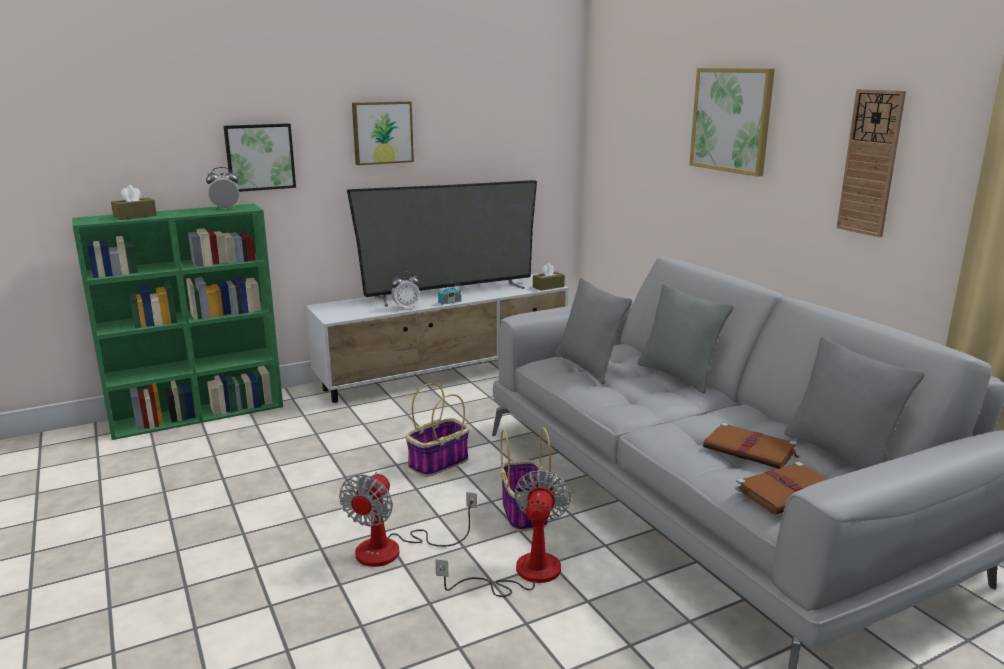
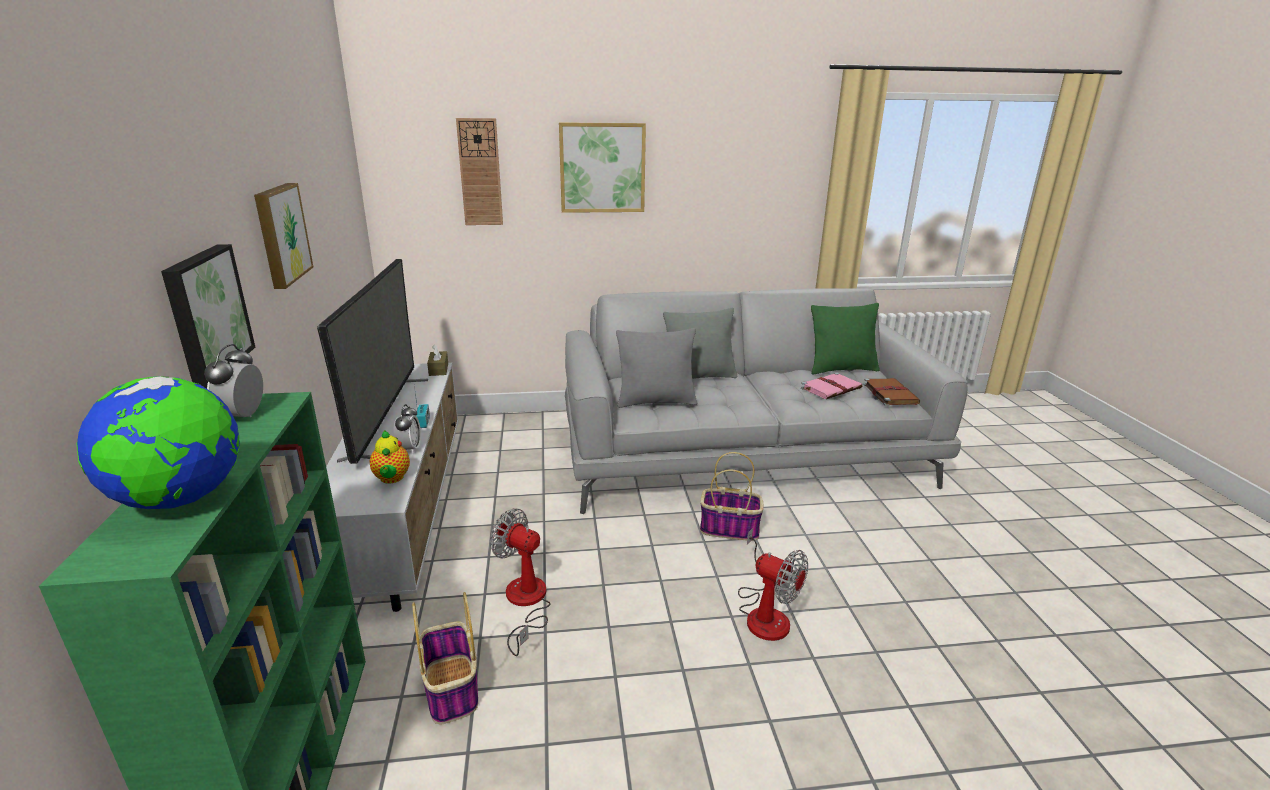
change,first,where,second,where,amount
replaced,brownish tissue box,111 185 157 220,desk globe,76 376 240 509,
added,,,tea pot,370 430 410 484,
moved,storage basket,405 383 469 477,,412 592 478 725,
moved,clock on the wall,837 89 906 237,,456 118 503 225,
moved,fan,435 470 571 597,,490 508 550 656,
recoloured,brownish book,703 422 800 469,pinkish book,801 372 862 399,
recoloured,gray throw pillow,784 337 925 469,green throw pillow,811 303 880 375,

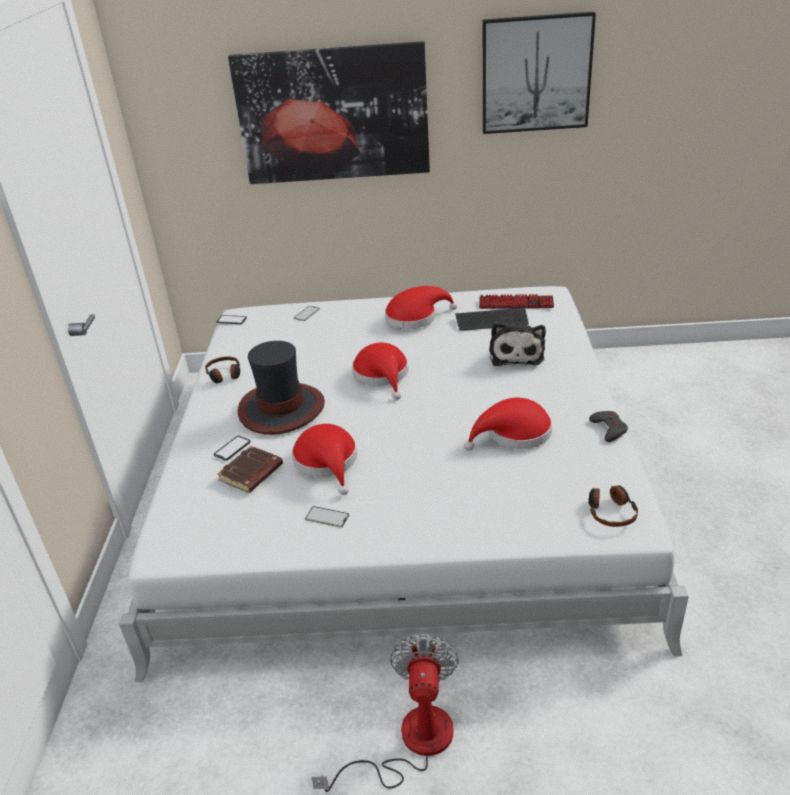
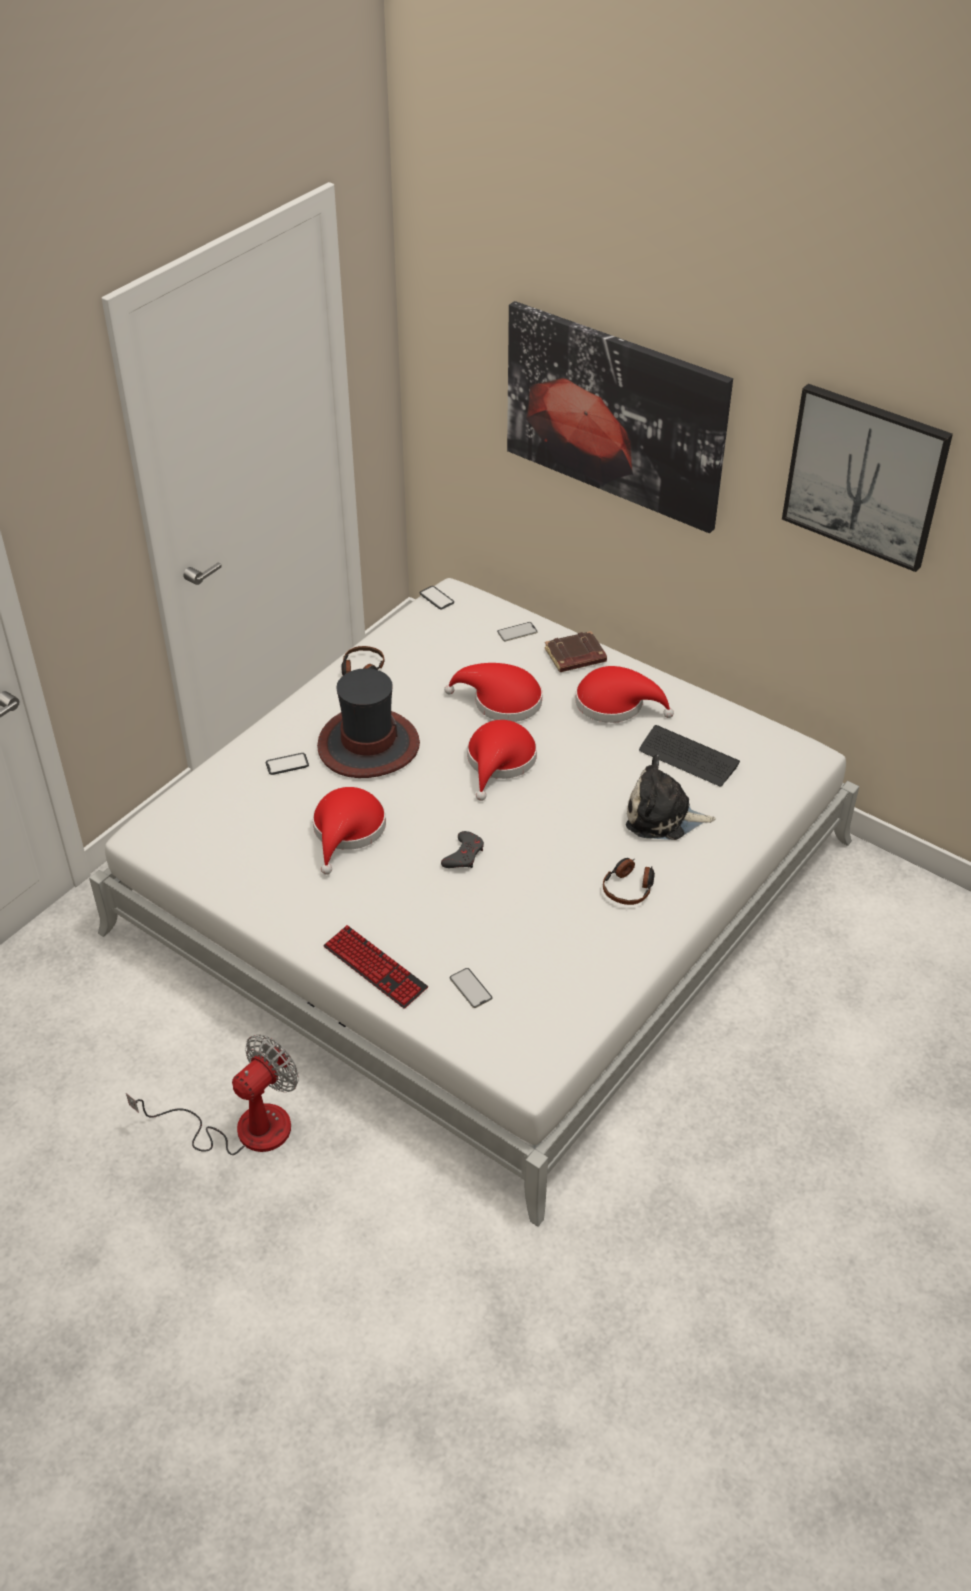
change,first,where,second,where,amount
moved,keyboard,479 294 554 309,,323 925 428 1009,
moved,gray gamepad,589 411 628 442,,441 831 484 868,
moved,red clothing hat,464 398 552 450,,444 663 543 722,
moved,telephone,305 506 349 528,,450 968 492 1008,
moved,brownish book,217 446 283 493,,545 631 607 672,
moved,headset,589 485 638 527,,603 858 655 905,
turned,cuddly toy,489 322 546 366,,626 755 715 840,60 degrees clockwise

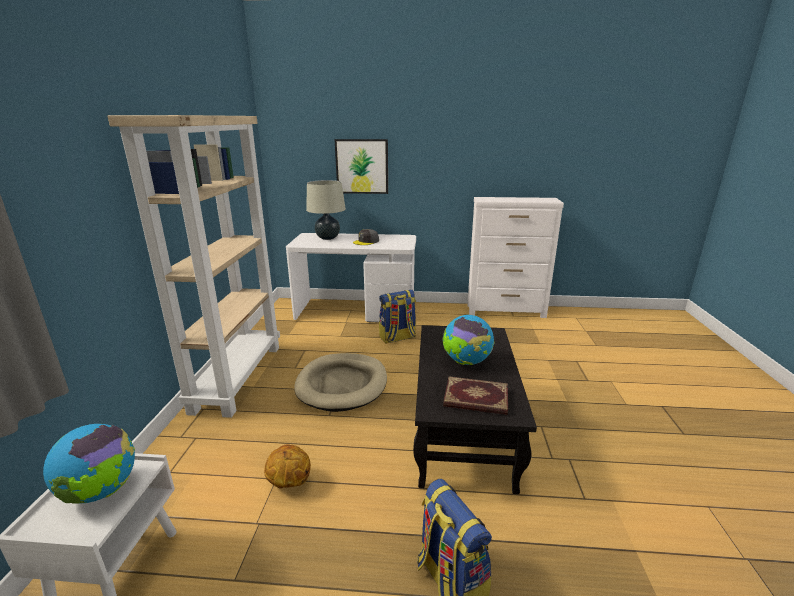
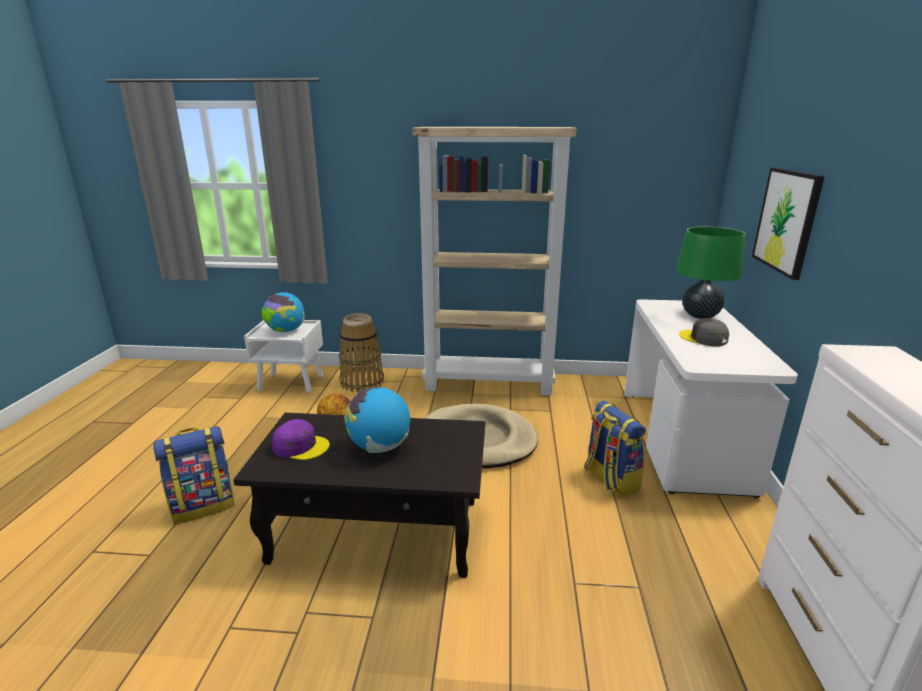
change,first,where,second,where,amount
replaced,book,443 376 508 415,purple peaked cap,272 419 330 460,
added,,,storage basket,339 313 384 393,
recoloured,sand-coloured tabletop lamp,306 180 346 240,green tabletop lamp,676 227 745 319,

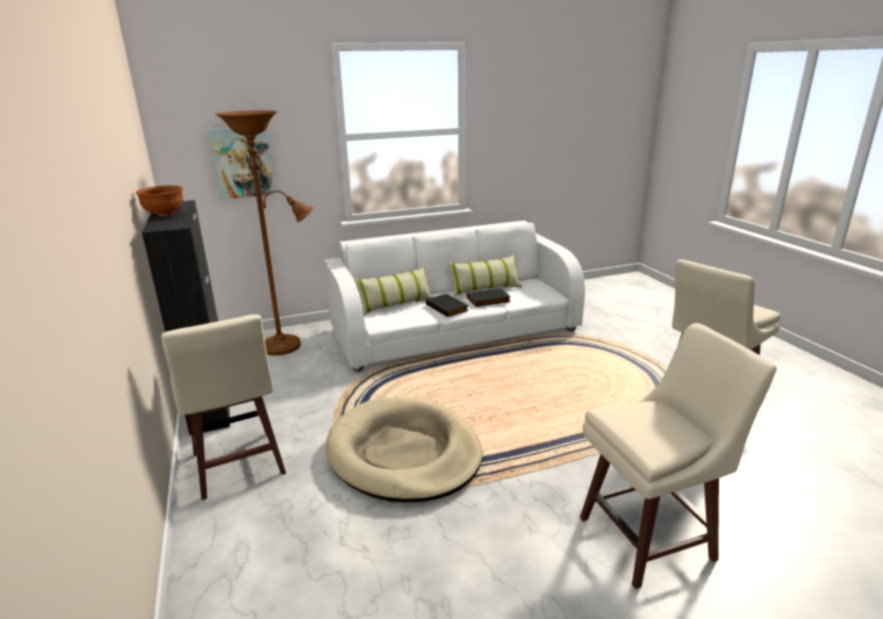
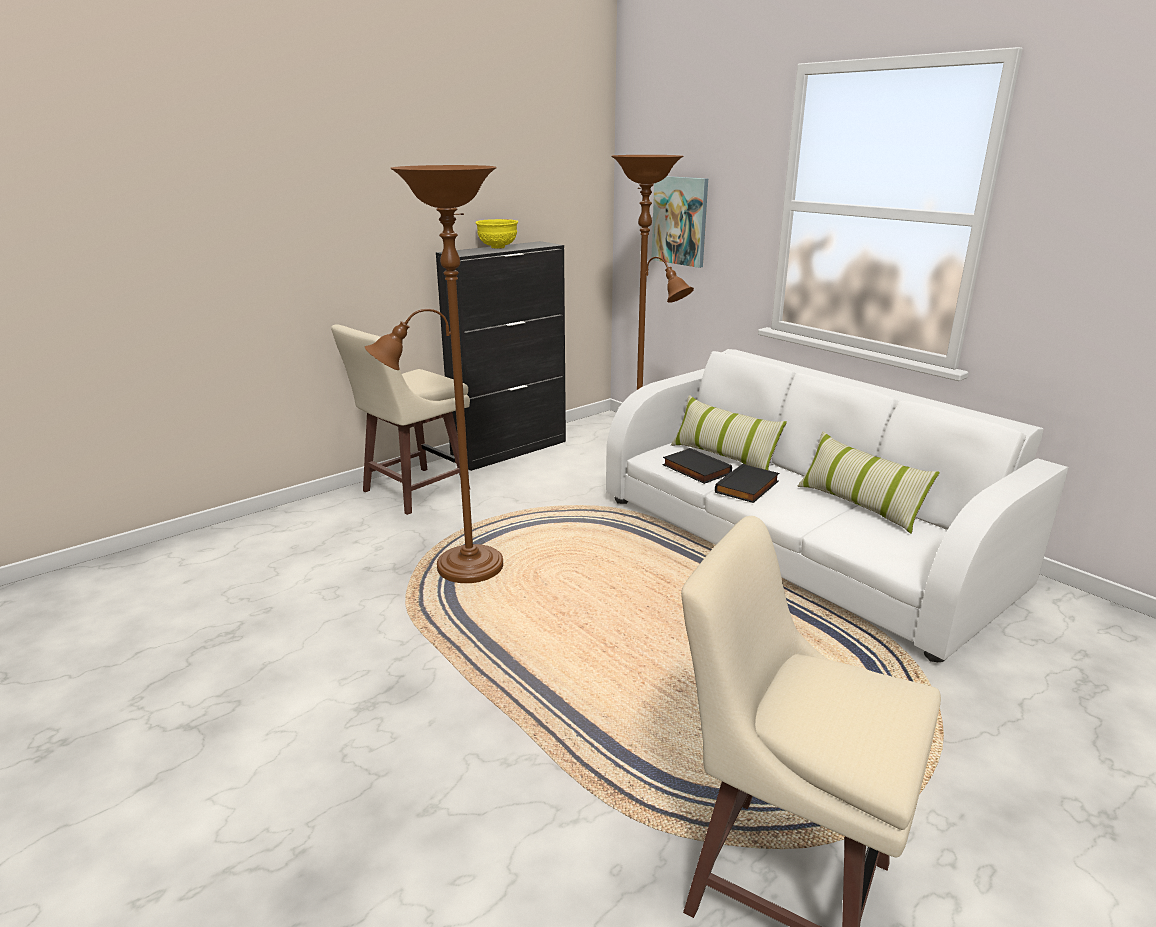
change,first,where,second,where,amount
replaced,sand-coloured dog bed,325 397 483 502,brownish floor lamp,365 165 503 583,
recoloured,brownish serving bowl,136 185 183 217,yellow serving bowl,475 219 518 249,
moved,black book,467 288 511 307,,663 448 732 484,
removed,sand-coloured sitting stool,580 323 777 589,,,

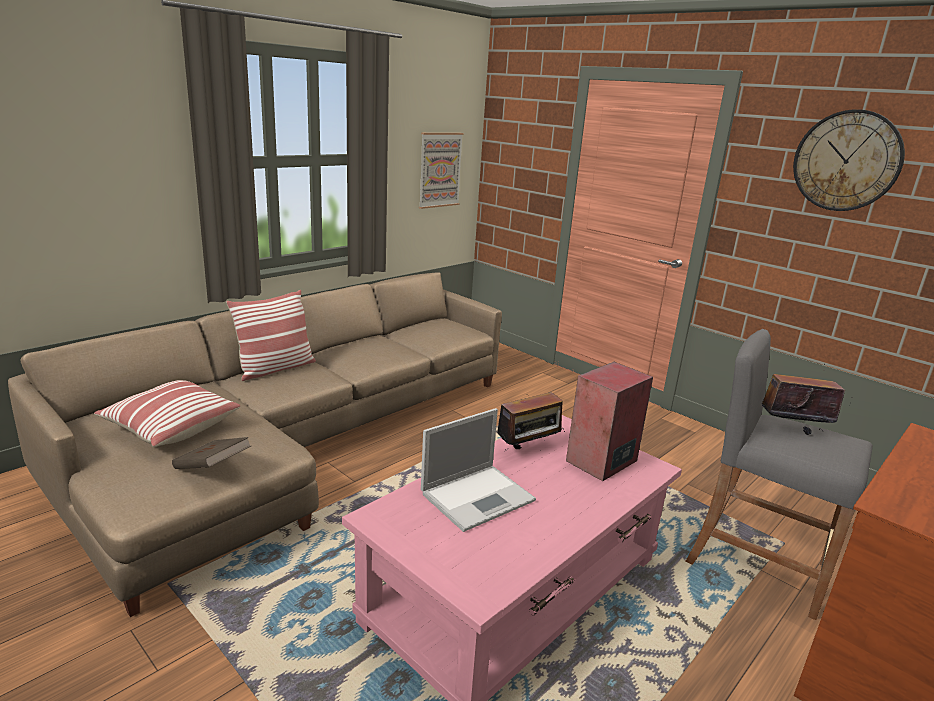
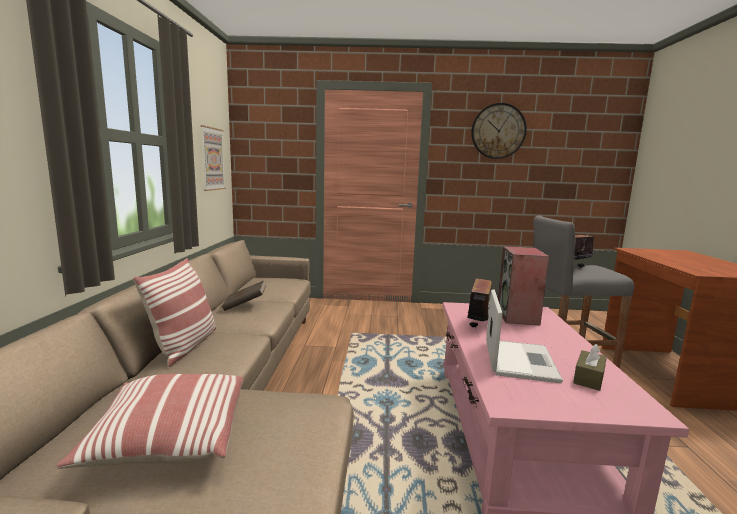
change,first,where,second,where,amount
moved,brownish book,172 437 251 469,,222 280 266 311,
added,,,brownish tissue box,573 344 607 391,

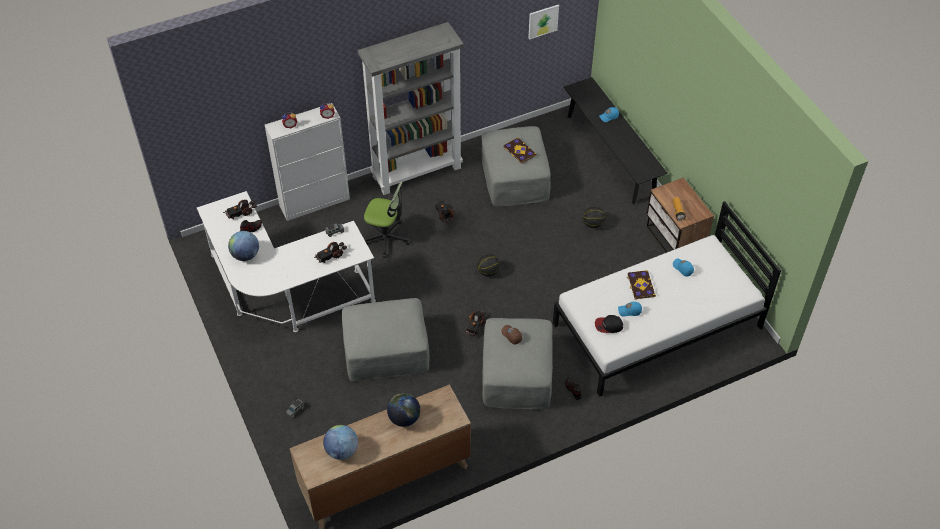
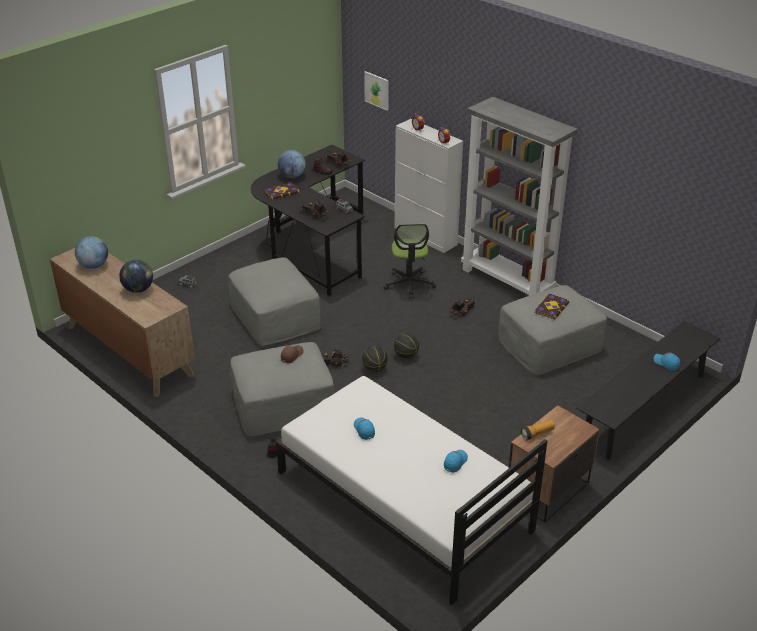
change,first,where,second,where,amount
recoloured,white-coloured desk unit,197 191 376 332,black desk unit,251 145 365 297,
moved,book,627 270 656 299,,264 182 300 200,
moved,basketball,583 206 605 228,,362 346 388 372,
moved,wall art,528 5 559 40,,364 71 389 111,
removed,peaked cap,595 315 623 333,,,

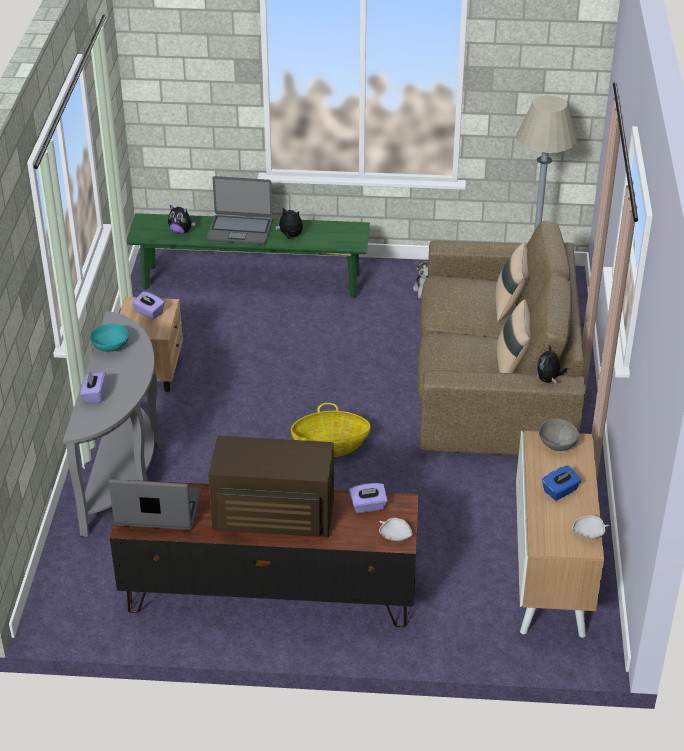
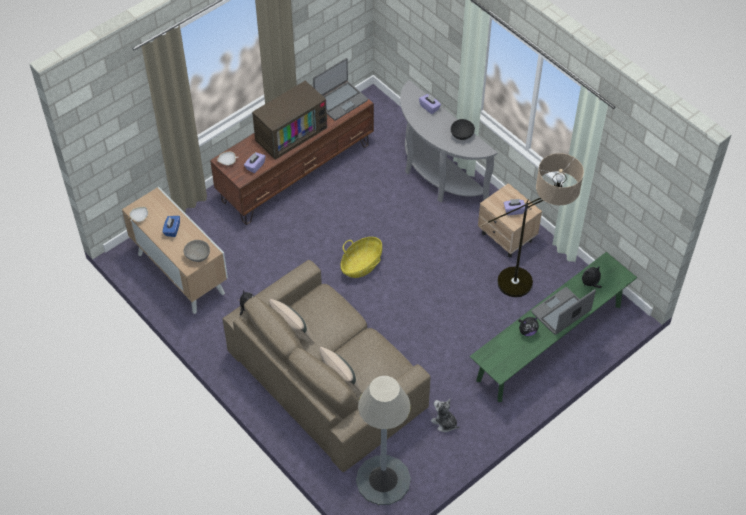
change,first,where,second,where,amount
recoloured,turquoise serving bowl,90 324 129 352,black serving bowl,451 119 475 140,
added,,,floor lamp,480 153 584 297,

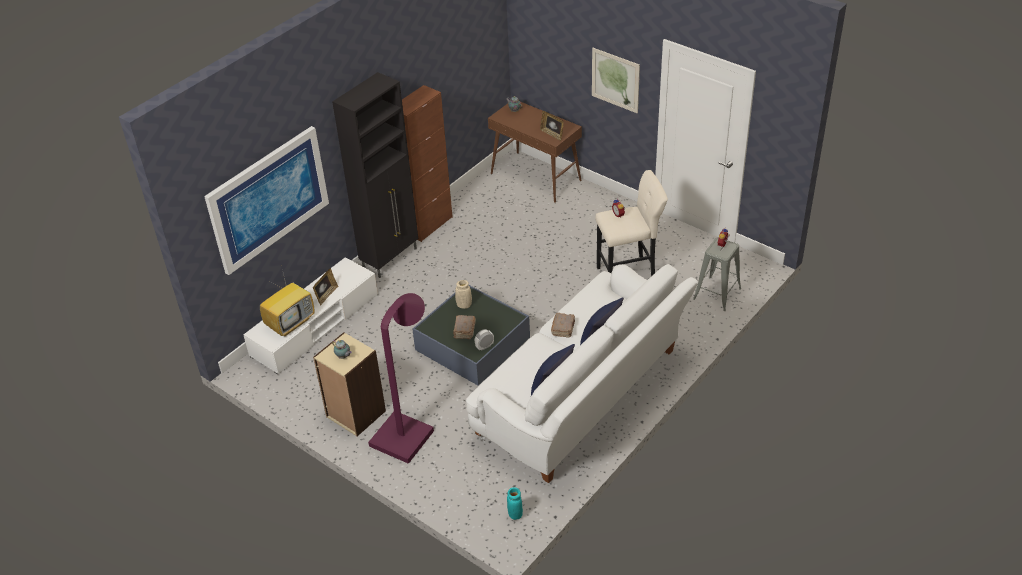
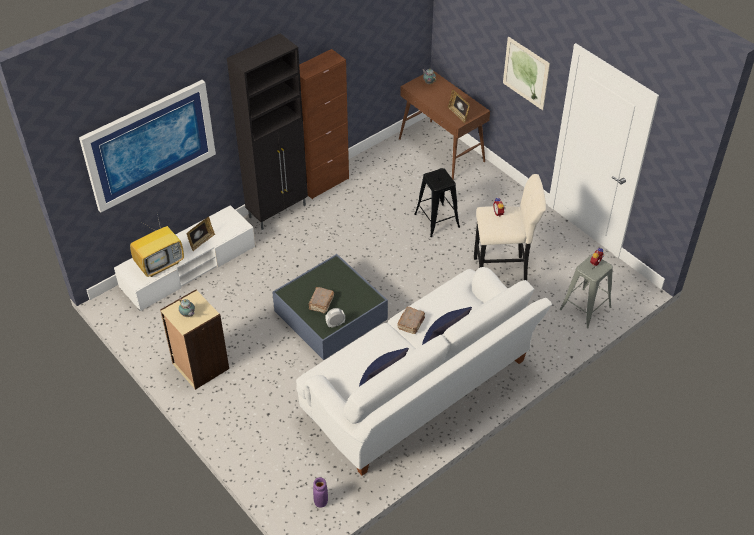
change,first,where,second,where,amount
recoloured,turquoise vase,507 487 523 520,purple vase,313 477 328 507,
added,,,black sitting stool,414 168 460 237,
removed,purple floor lamp,368 293 434 464,,,
removed,sand-coloured vase,455 280 472 309,,,

